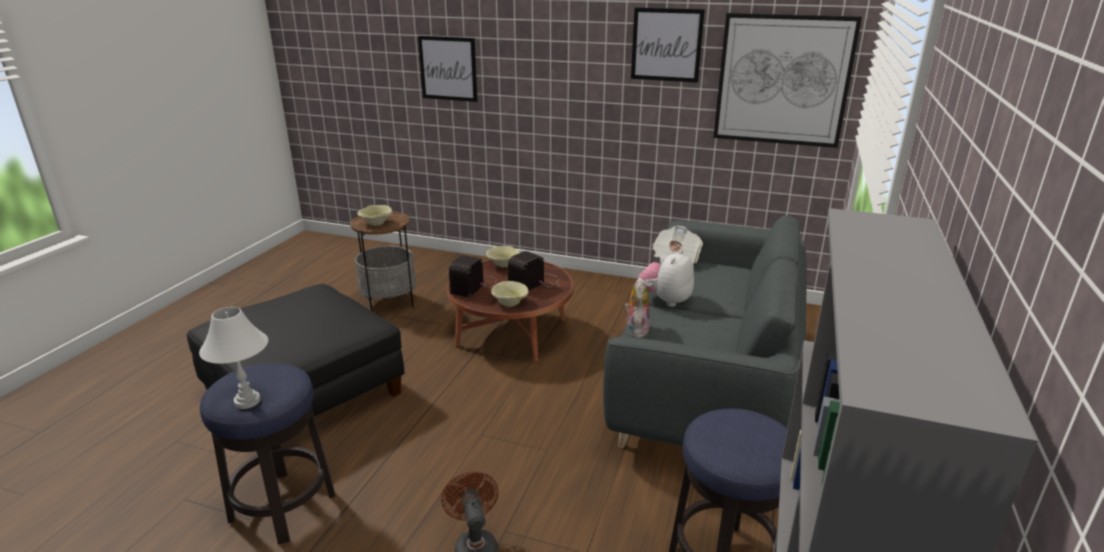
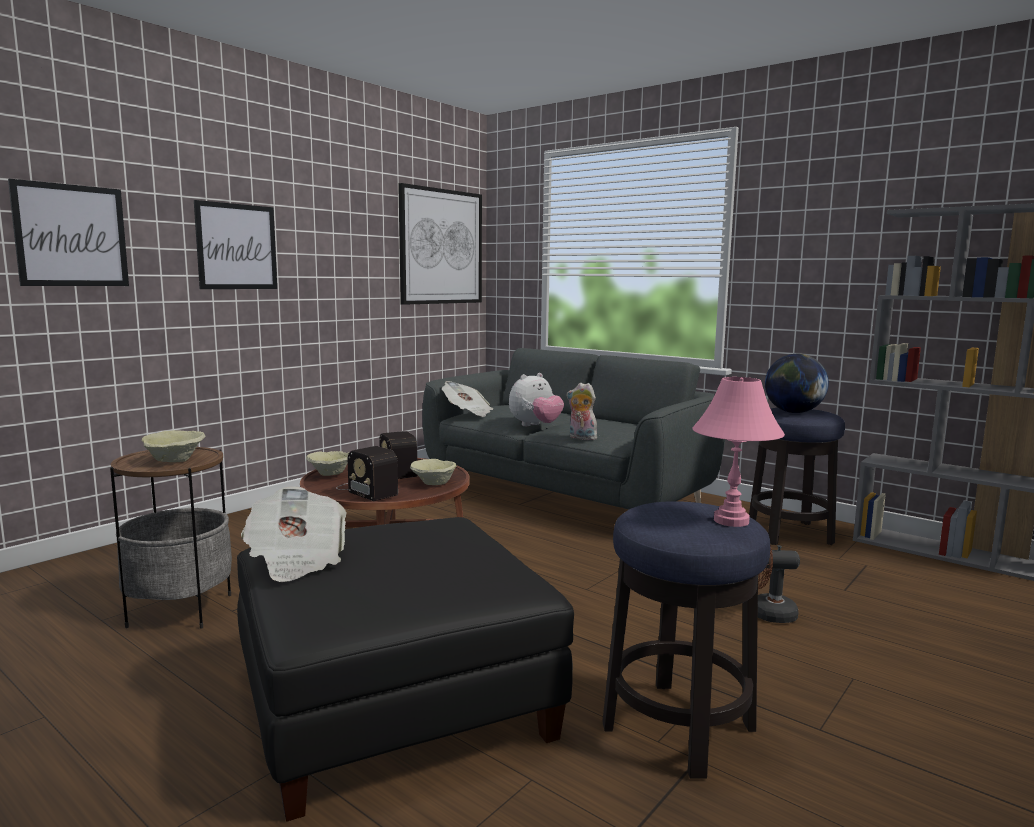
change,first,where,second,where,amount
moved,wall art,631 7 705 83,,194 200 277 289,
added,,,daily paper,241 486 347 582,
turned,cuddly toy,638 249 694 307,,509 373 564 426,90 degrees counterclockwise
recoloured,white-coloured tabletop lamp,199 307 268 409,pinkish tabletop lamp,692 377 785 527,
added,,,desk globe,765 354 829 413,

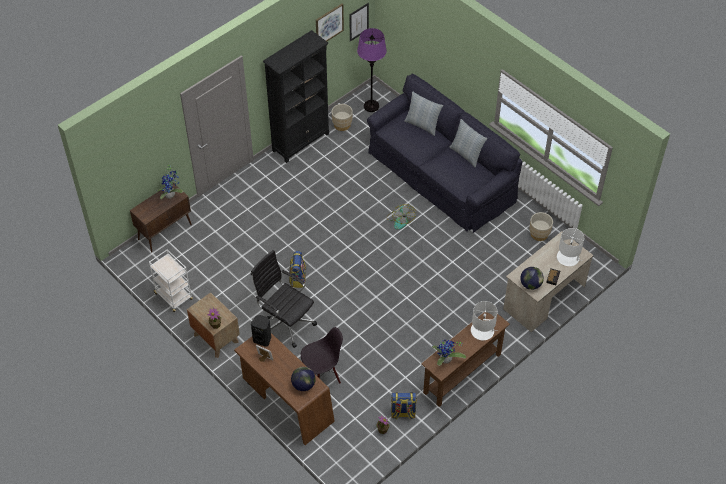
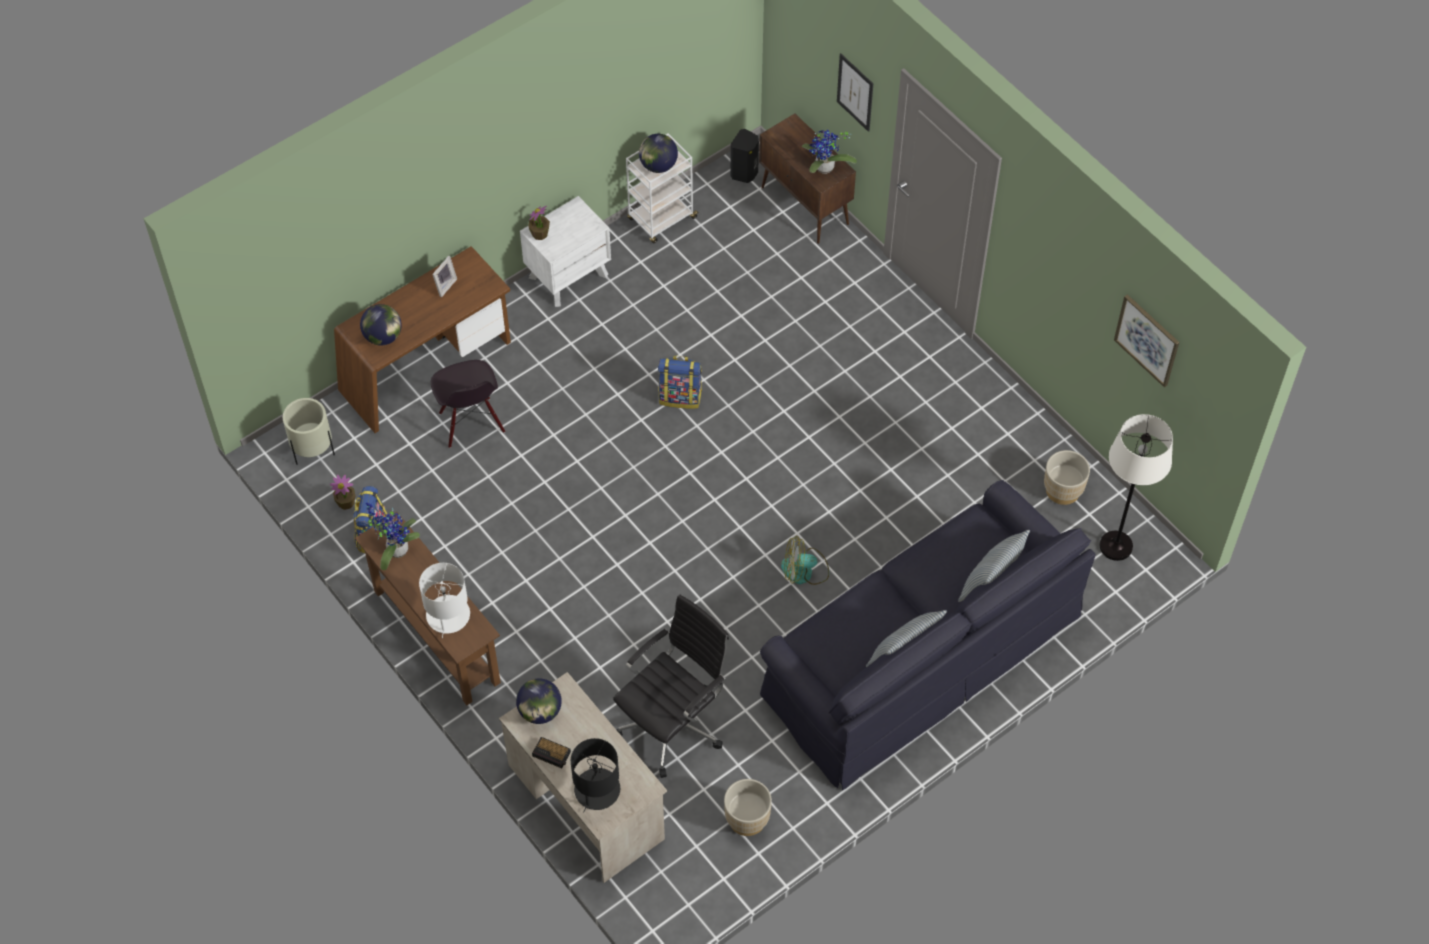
change,first,where,second,where,amount
added,,,sand-coloured flower pot,283 398 335 465,
recoloured,brownish nightstand,187 292 240 358,white-coloured nightstand,520 196 611 307,
recoloured,white-coloured tabletop lamp,557 228 584 266,black tabletop lamp,571 738 620 813,
moved,black office chair,251 250 317 348,,613 594 729 778,
added,,,desk globe,639 134 678 173,
moved,black audio speaker,251 315 271 347,,730 129 759 183,
moved,wall art,349 3 369 42,,837 53 873 132,
recoloured,purple floor lamp,357 28 387 112,white-coloured floor lamp,1100 414 1173 561,
removed,black bookcase,263 30 329 163,,,

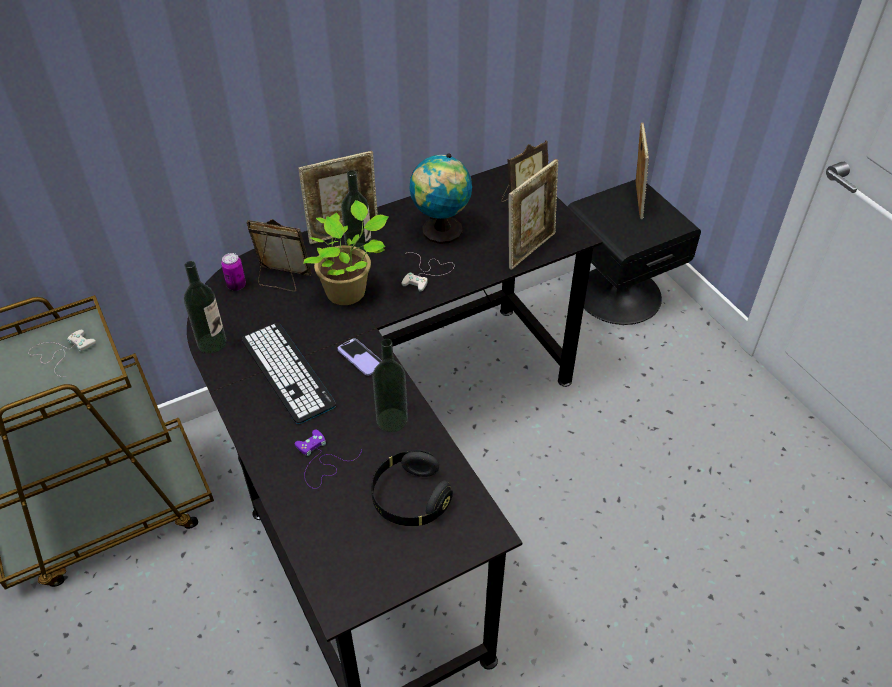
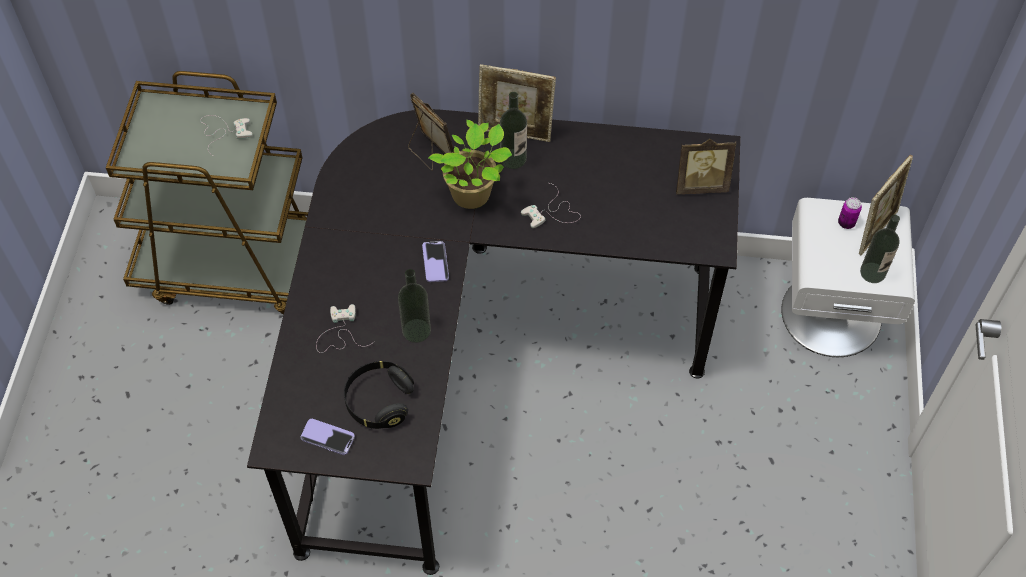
change,first,where,second,where,amount
added,,,telephone,301 419 355 455,
recoloured,purple gamepad,294 429 362 489,white-coloured gamepad,316 304 375 353,
recoloured,black nightstand,567 179 701 325,white-coloured nightstand,781 198 915 357,
moved,metal can,221 253 246 291,,838 197 862 229,
moved,beverage bottle,184 261 227 353,,860 215 900 283,
removed,keyboard,242 323 336 424,,,
removed,desk globe,410 153 472 244,,,
removed,picture frame,509 159 558 270,,,

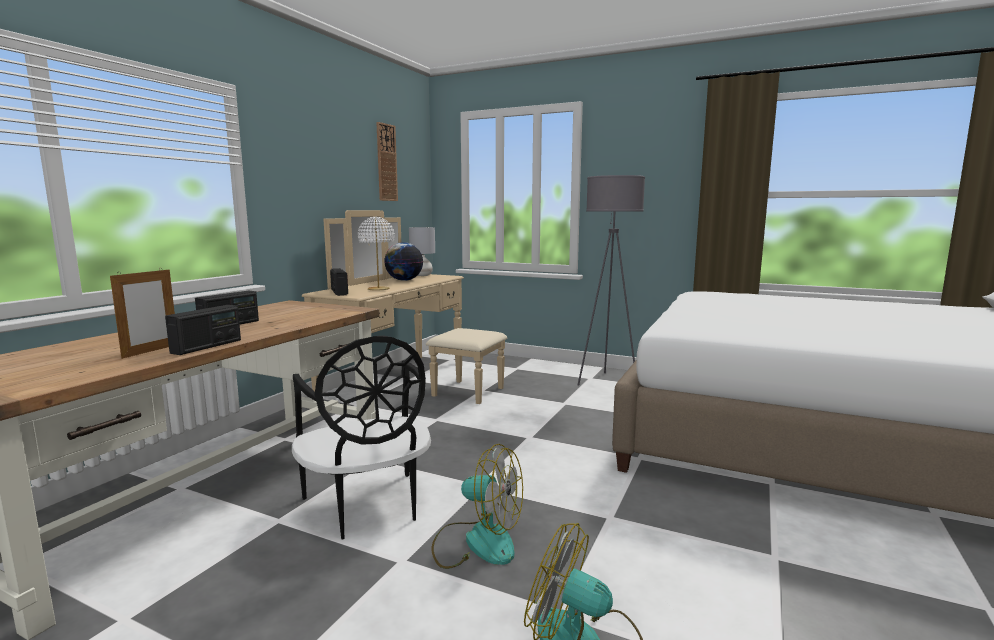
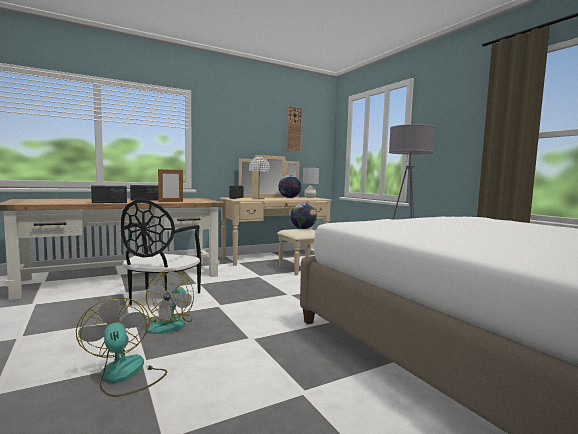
change,first,where,second,where,amount
turned,fan,431 444 523 569,,146 270 194 334,45 degrees clockwise
moved,picture frame,110 270 175 359,,158 169 183 202,
added,,,desk globe,290 203 317 229,

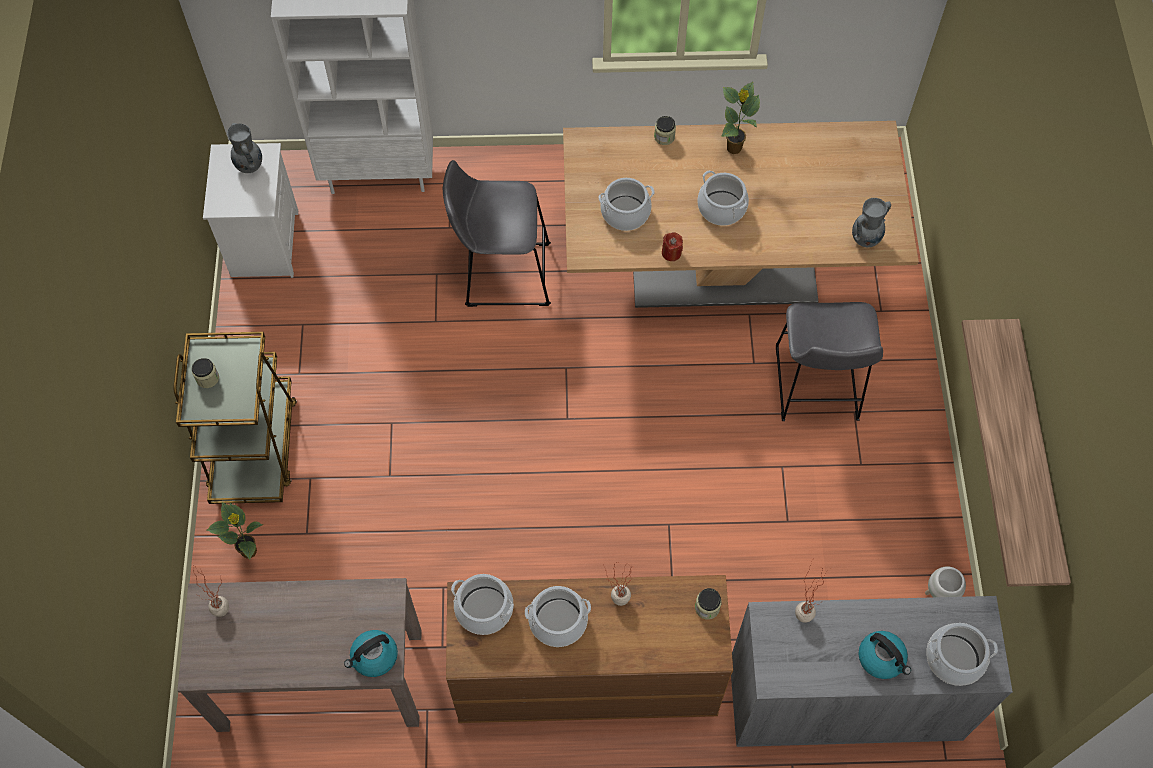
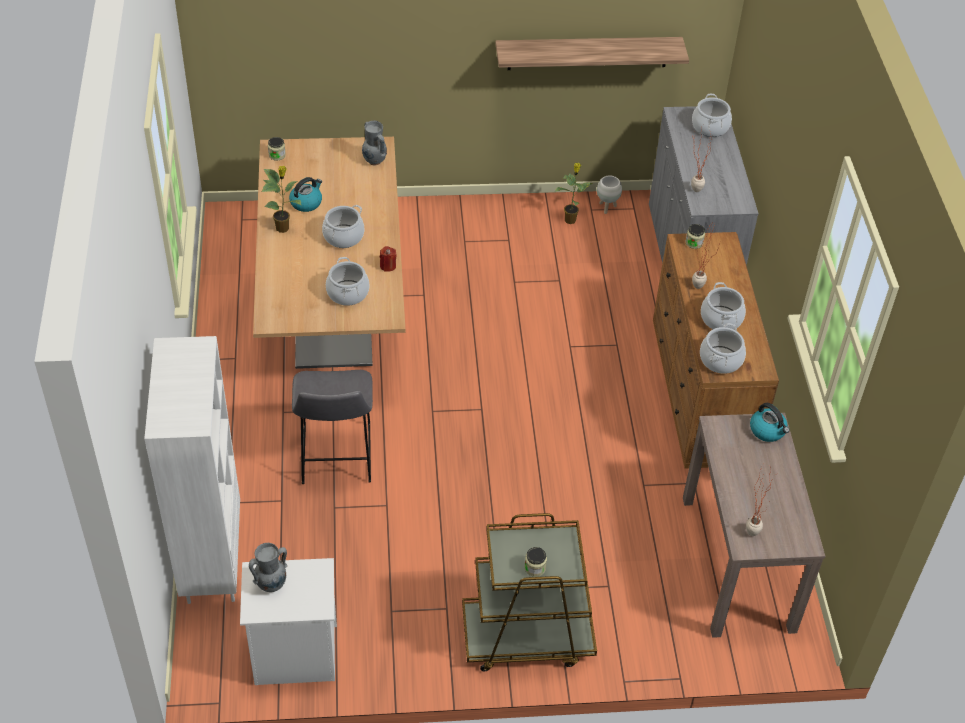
change,first,where,second,where,amount
moved,preserve jar,654 116 676 145,,268 137 286 161,
moved,water kettle,859 631 911 679,,289 177 322 212,
moved,plant in a pot,207 502 263 560,,555 163 593 224,
removed,gray sitting stool,776 302 883 421,,,

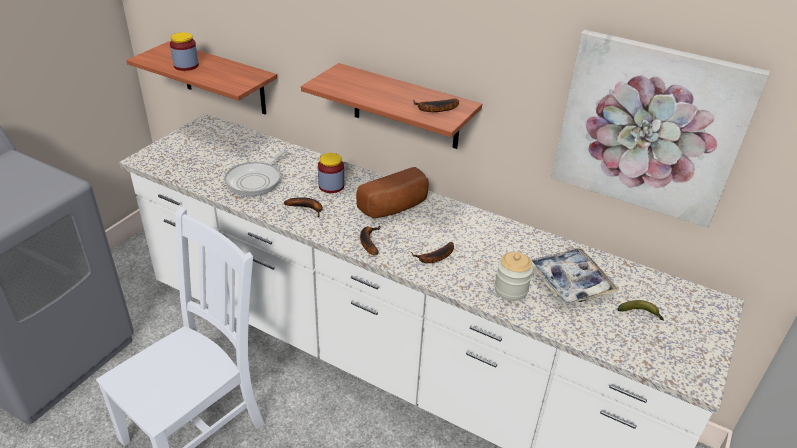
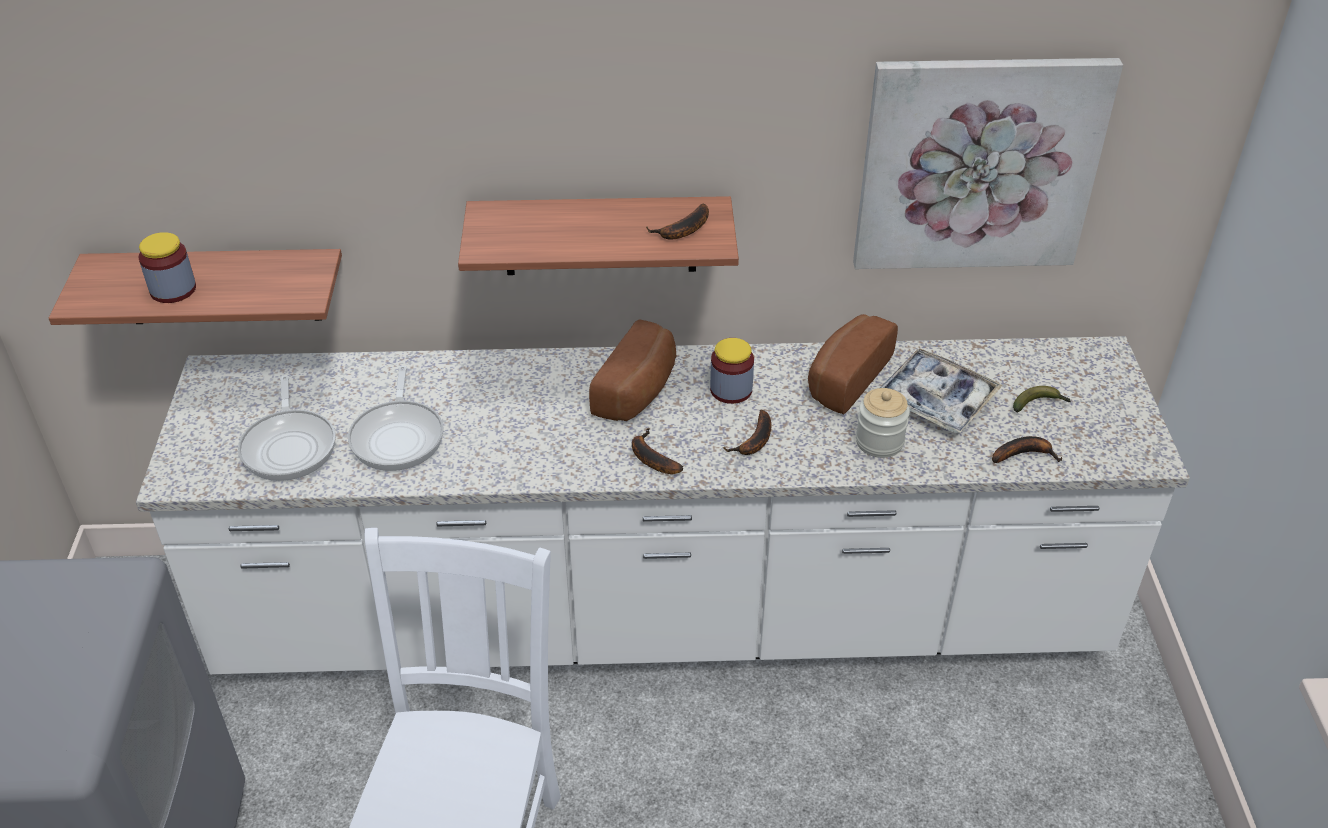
change,first,where,second,where,amount
added,,,skillet,238 376 336 481,
moved,preserve jar,318 153 344 193,,710 338 754 404,
added,,,baked bread,808 314 898 414,
moved,whole banana,284 197 322 217,,992 436 1063 463,

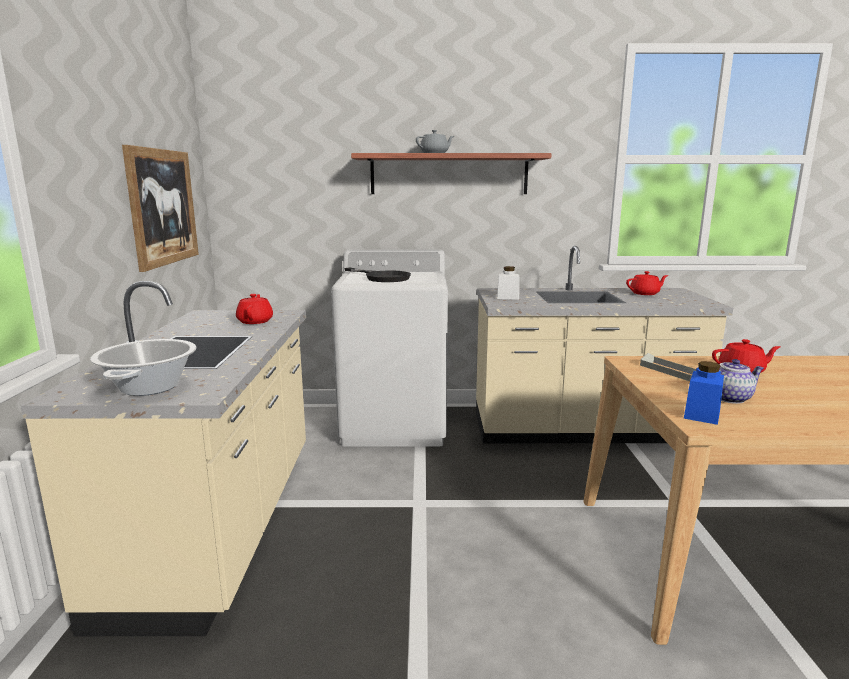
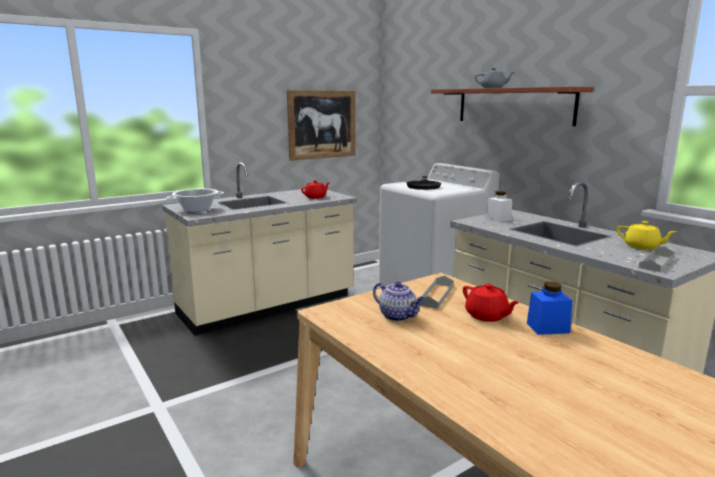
change,first,where,second,where,amount
moved,blue preserve jar,684 361 724 425,,527 281 572 335,
recoloured,red tea pot,626 271 668 295,yellow tea pot,616 221 676 250,
added,,,gray tray,638 247 674 272,

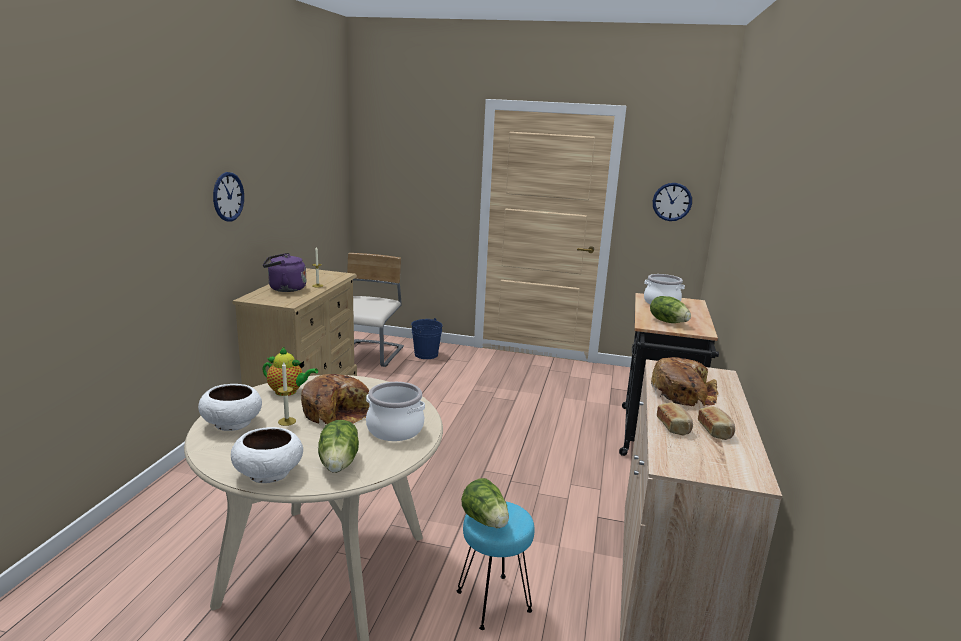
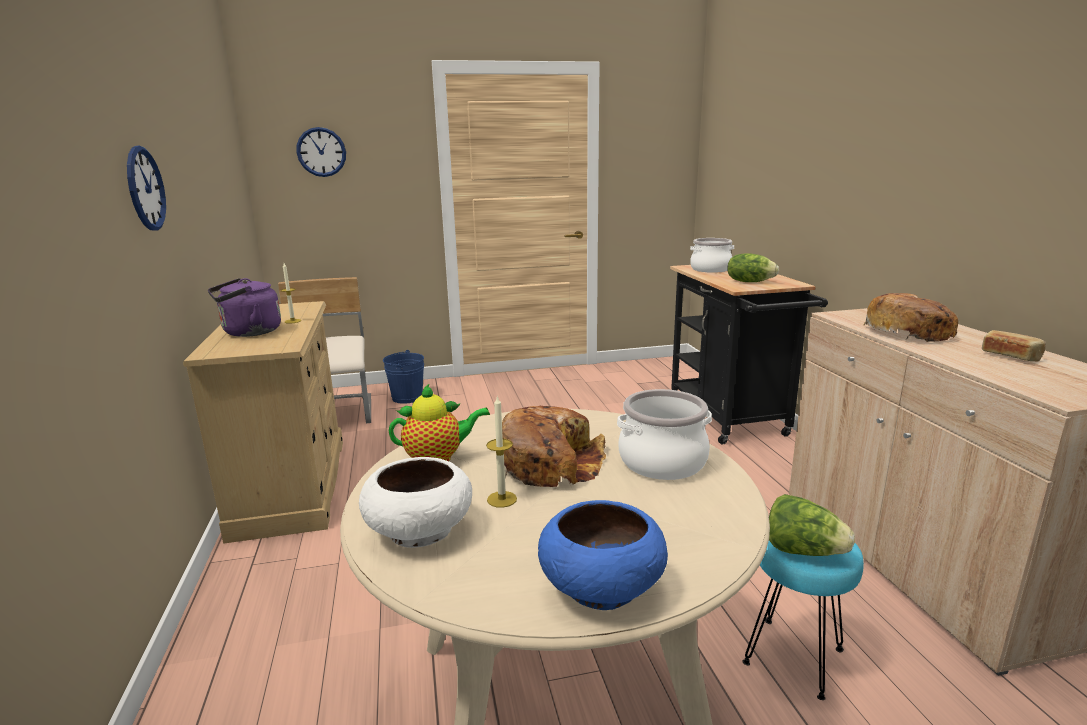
change,first,where,second,where,amount
moved,clock on the wall,653 183 692 221,,296 127 346 177,
recoloured,white-coloured serving bowl,231 427 303 483,blue serving bowl,538 500 668 610,
removed,lettuce,318 420 359 473,,,
removed,baked bread,657 403 693 436,,,

